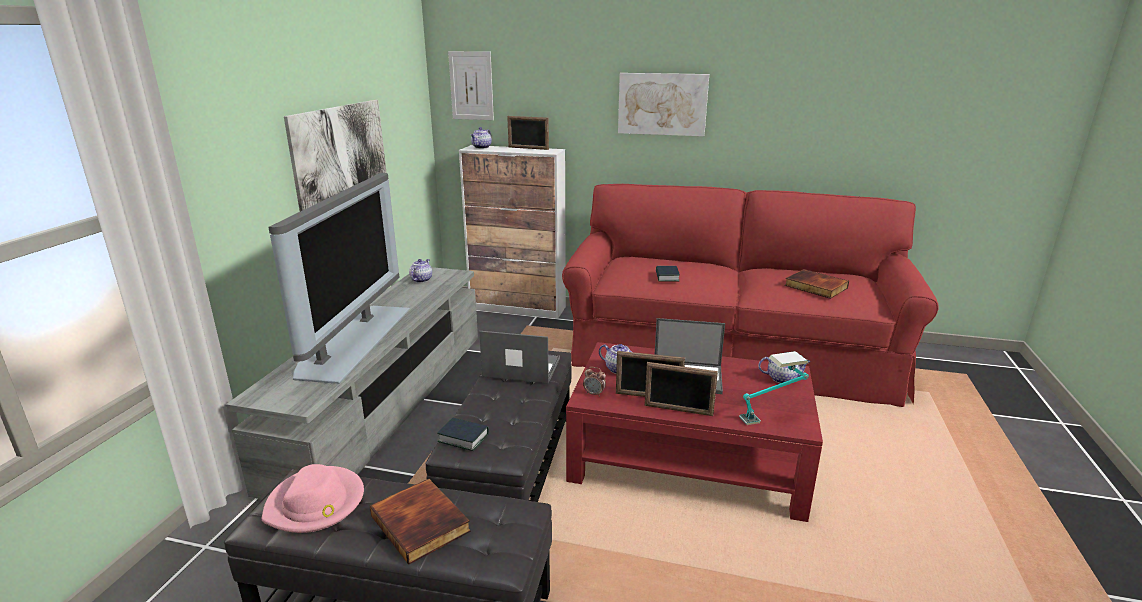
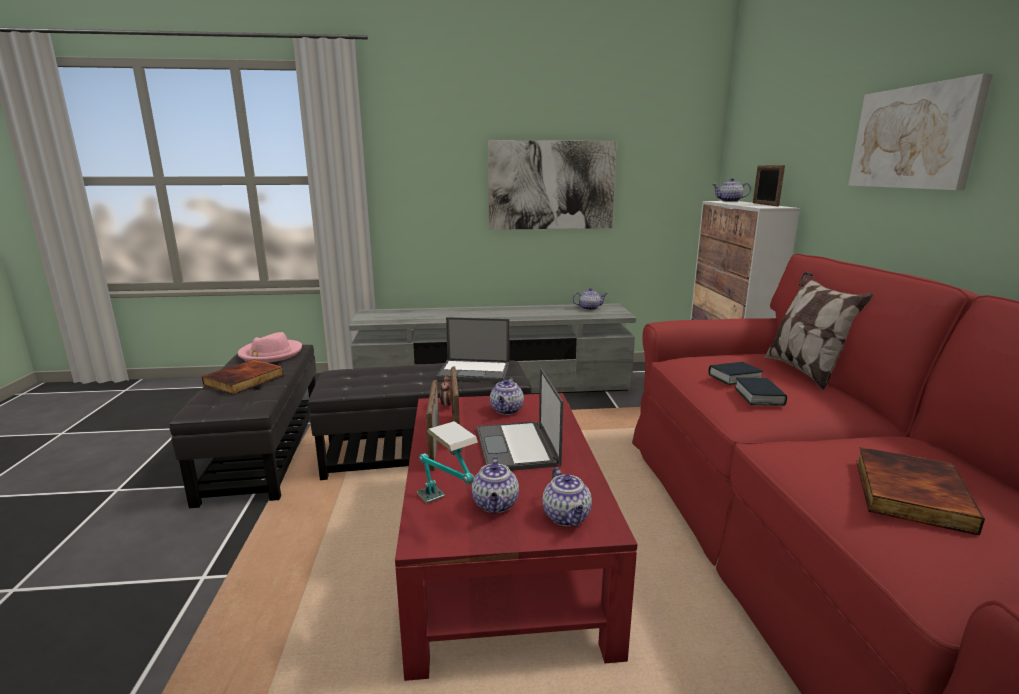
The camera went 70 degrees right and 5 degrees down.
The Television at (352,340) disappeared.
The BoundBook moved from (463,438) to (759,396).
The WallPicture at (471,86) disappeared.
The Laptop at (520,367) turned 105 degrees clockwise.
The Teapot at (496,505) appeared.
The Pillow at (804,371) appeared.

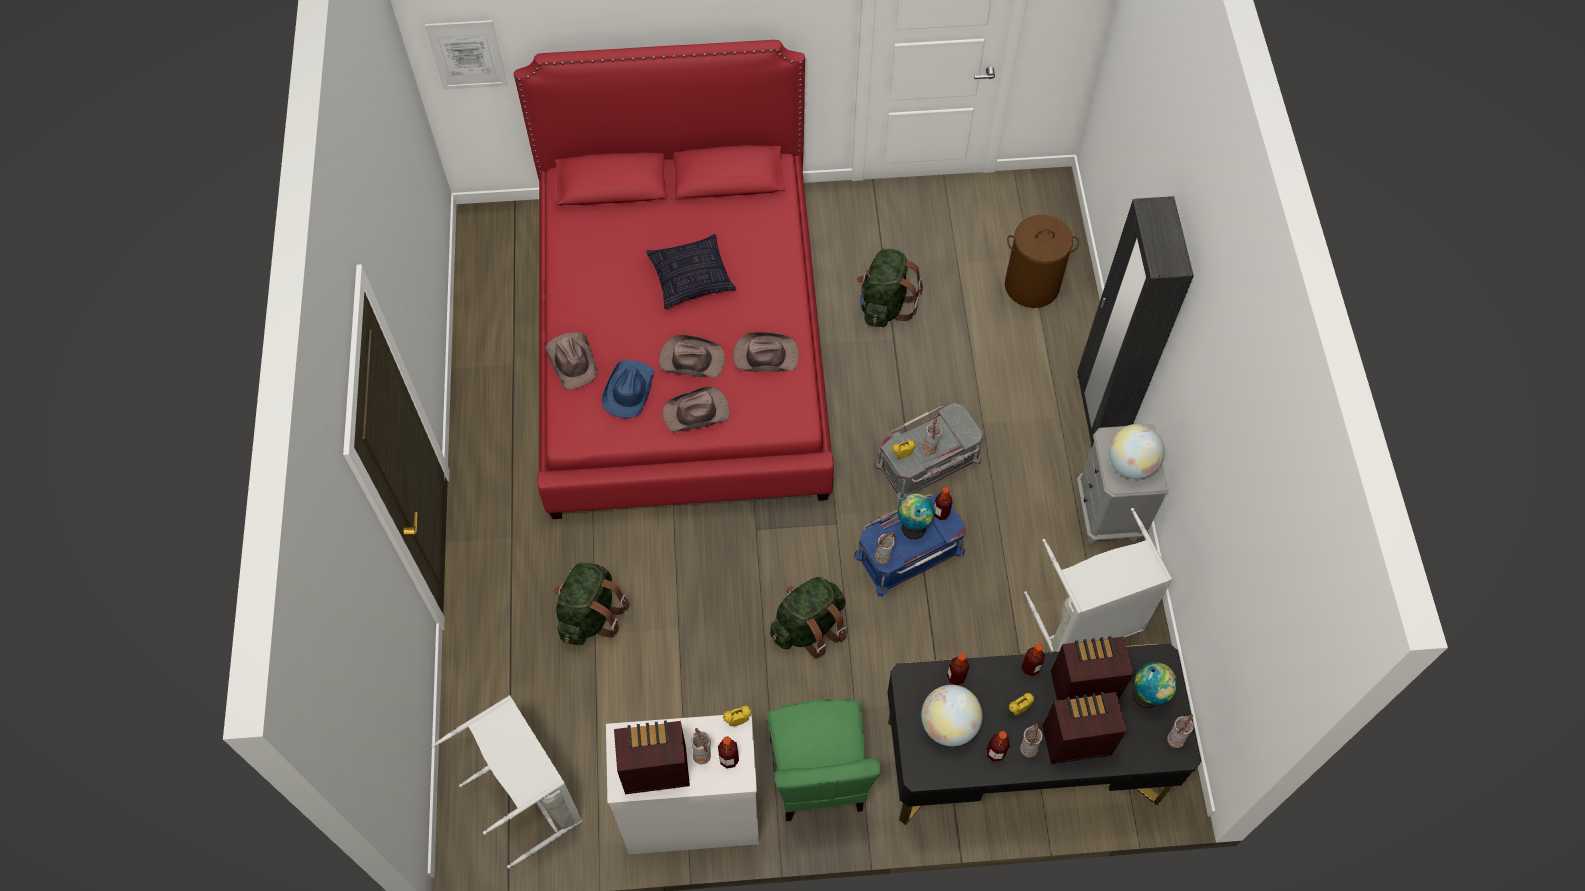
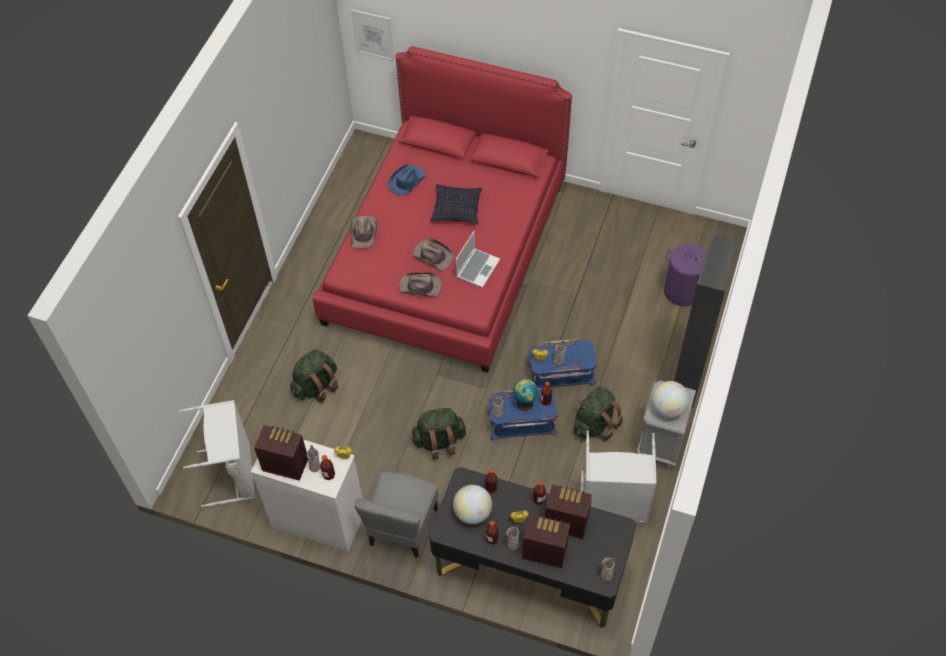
The camera went 25 degrees right and 5 degrees down.
The BluishClothingHat moved from (628,390) to (406,181).
The BrownColouredClothingHat at (765,355) was replaced by the Laptop at (477,268).
The GreenColouredPlainChair at (818,774) became the GreyishPlainChair at (402,527).
The GreenColouredKnapsack moved from (884,305) to (594,424).
The GreyishStorageBox at (928,463) became the BluishStorageBox at (561,374).
The BrownColouredWashingBasket at (1031,286) became the PurpleColouredWashingBasket at (682,291).
The Globe at (1148,696) disappeared.

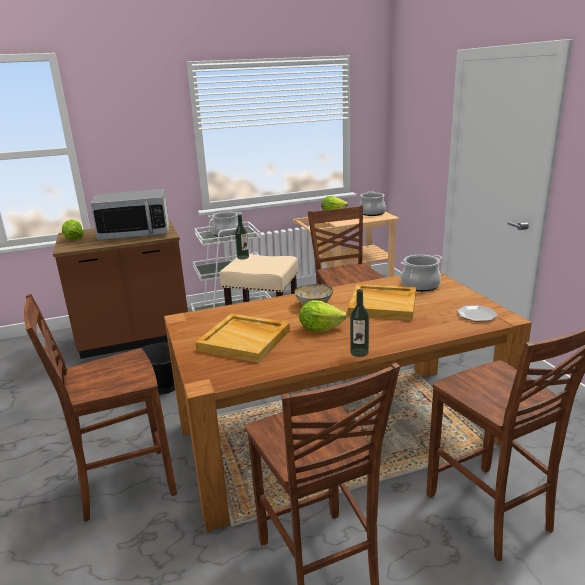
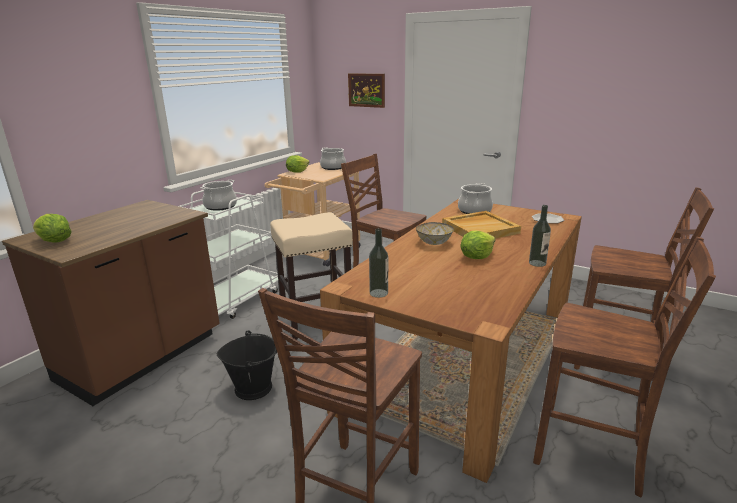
The camera went 40 degrees left and 0 degrees up.
The KitchenMicrowave at (135,233) disappeared.
The SandColouredCarryingTray at (245,340) disappeared.
The Bottle moved from (243,257) to (378,293).
The WallPicture at (366,90) appeared.

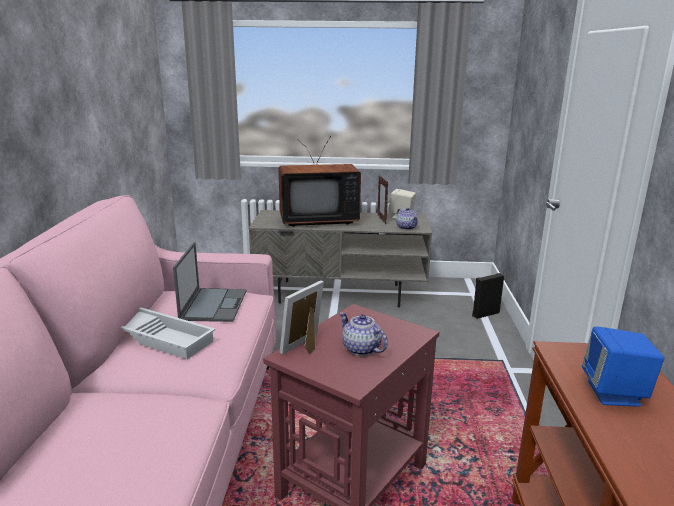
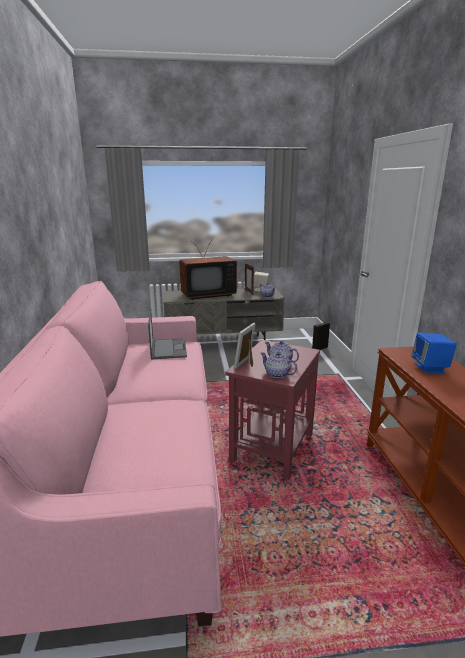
The camera went 10 degrees left and 0 degrees up.
The WhiteColouredCarryingTray at (164,338) disappeared.
The Teapot at (277,374) appeared.

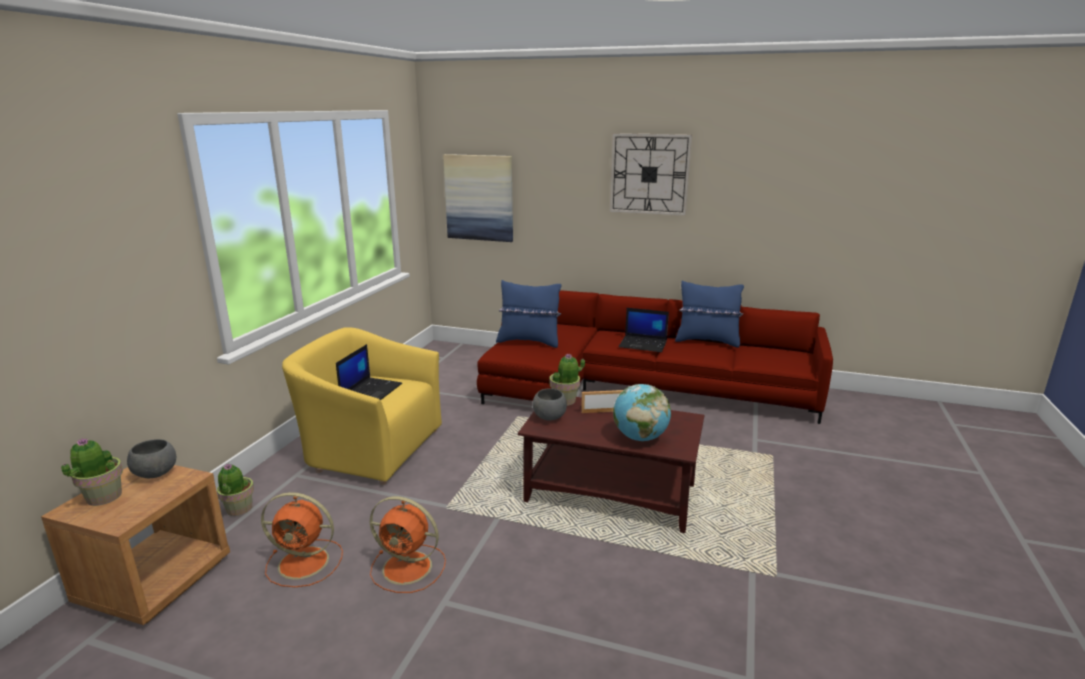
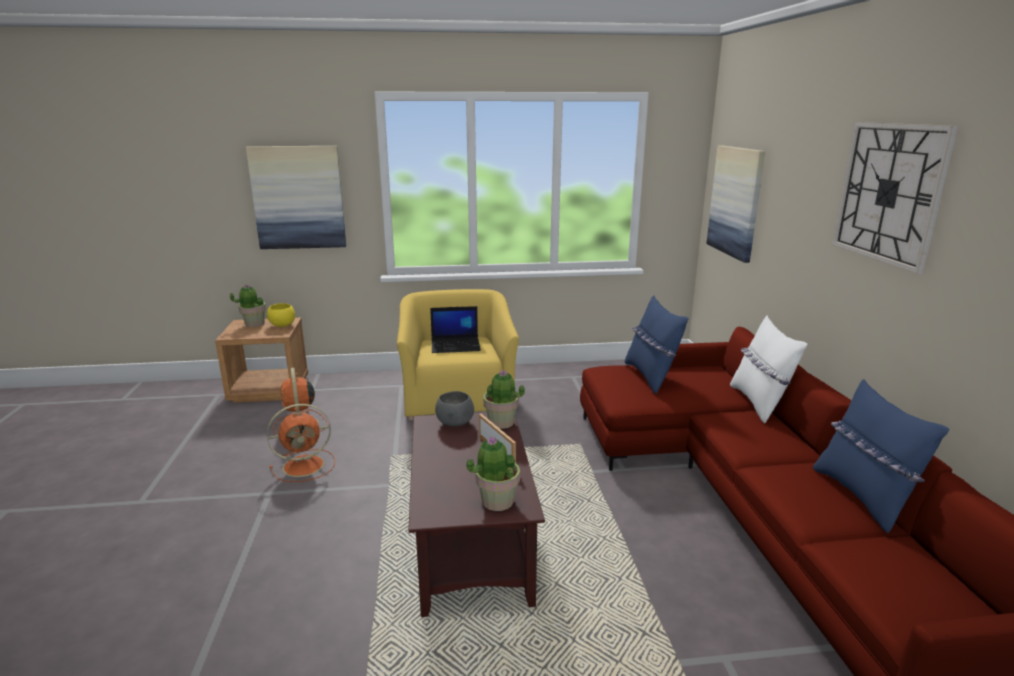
The camera went 65 degrees right and 0 degrees up.
The GreyishServingBowl at (155,474) became the YellowishServingBowl at (282,326).
The Houseplant moved from (239,509) to (496,501).
The OrangeElectricFan at (409,568) turned 105 degrees counterclockwise.
The Globe at (640,438) disappeared.
The Laptop at (643,344) disappeared.
The WallPicture at (298,197) appeared.
The WhiteColouredPillow at (759,403) appeared.

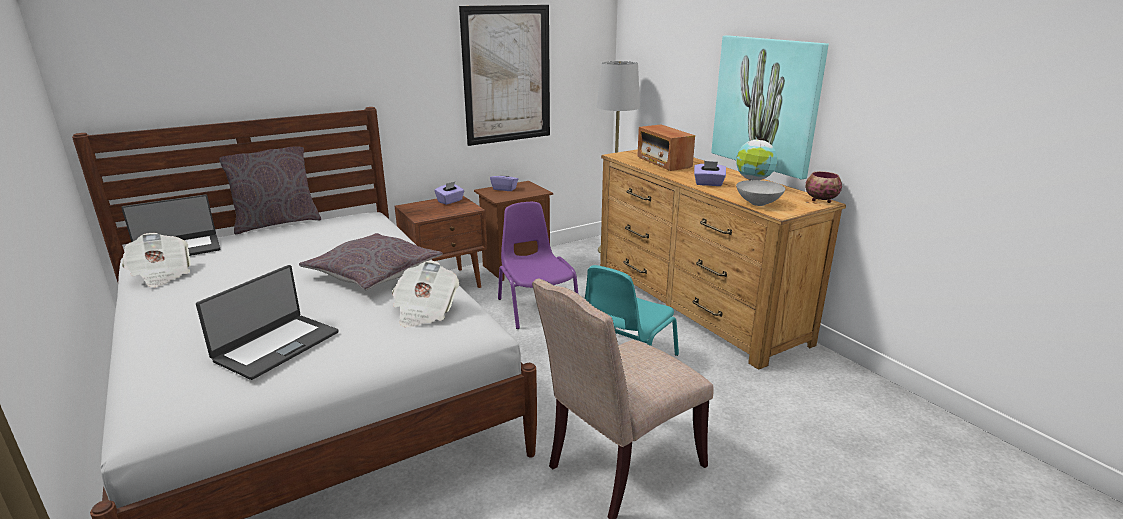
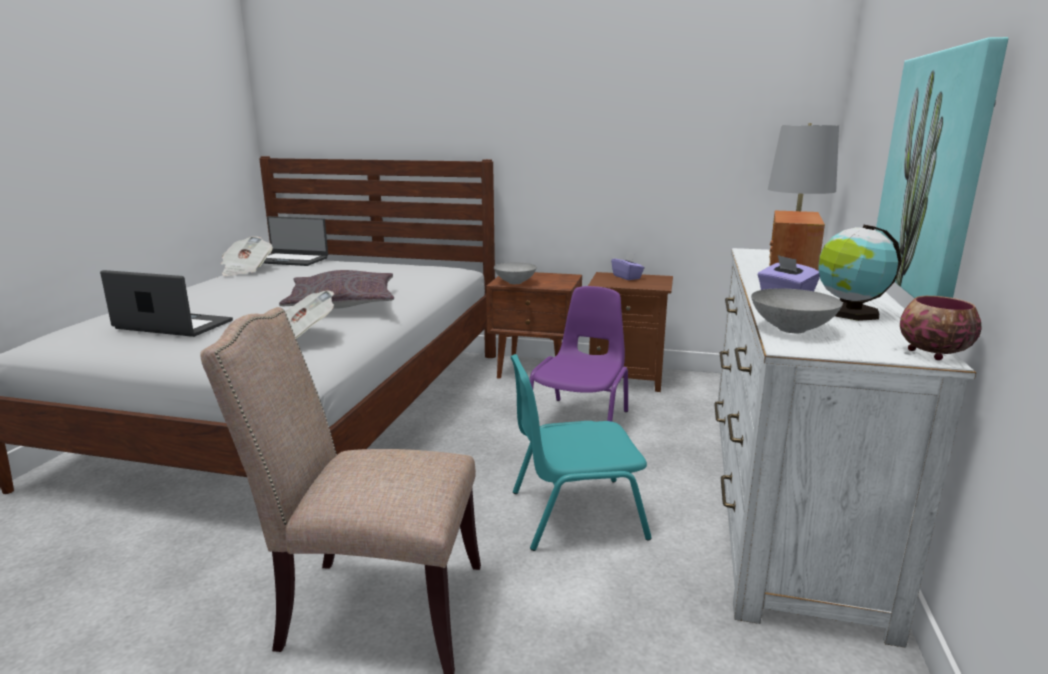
The camera went 45 degrees right and 5 degrees down.
The Laptop at (276,346) turned 150 degrees counterclockwise.
The GreyishPillow at (277,223) disappeared.
The PurpleColouredBoxOfTissues at (450,201) disappeared.
The WallPicture at (507,75) disappeared.
The BrownColouredDrawerChest at (695,304) became the WhiteColouredDrawerChest at (784,497).
The GreyishServingBowl at (514,282) appeared.

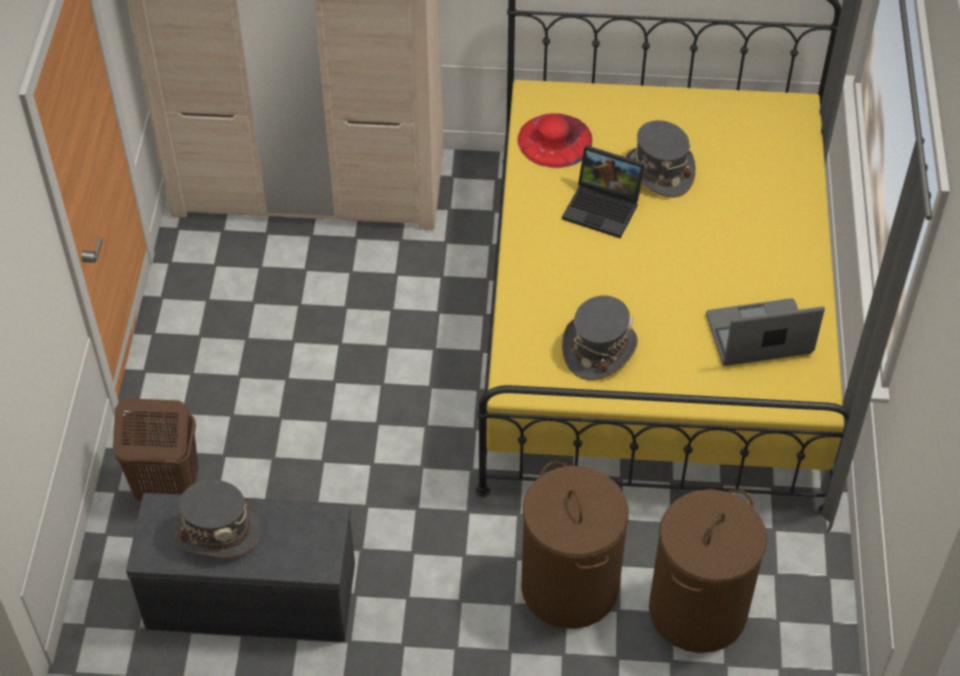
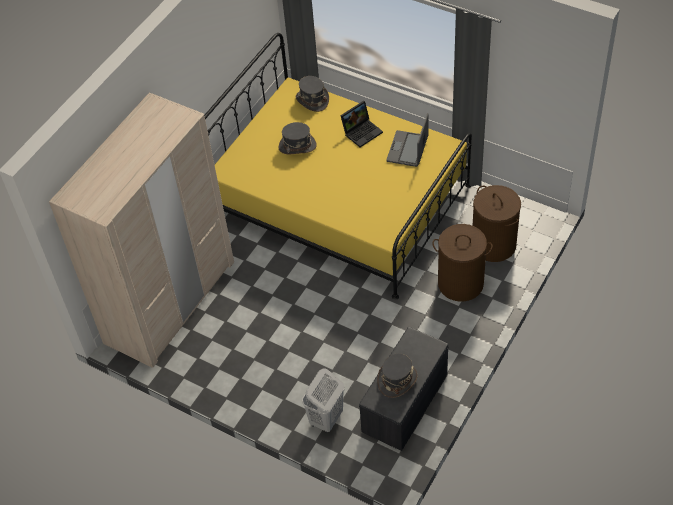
The camera went 60 degrees left and 0 degrees up.
The BrownColouredWashingBasket at (167,488) became the WhiteColouredWashingBasket at (326,419).
The ReddishClothingHat at (555,140) disappeared.
The Laptop moved from (604,208) to (362,131).
The GreyishClothingHat moved from (599,349) to (312,100).

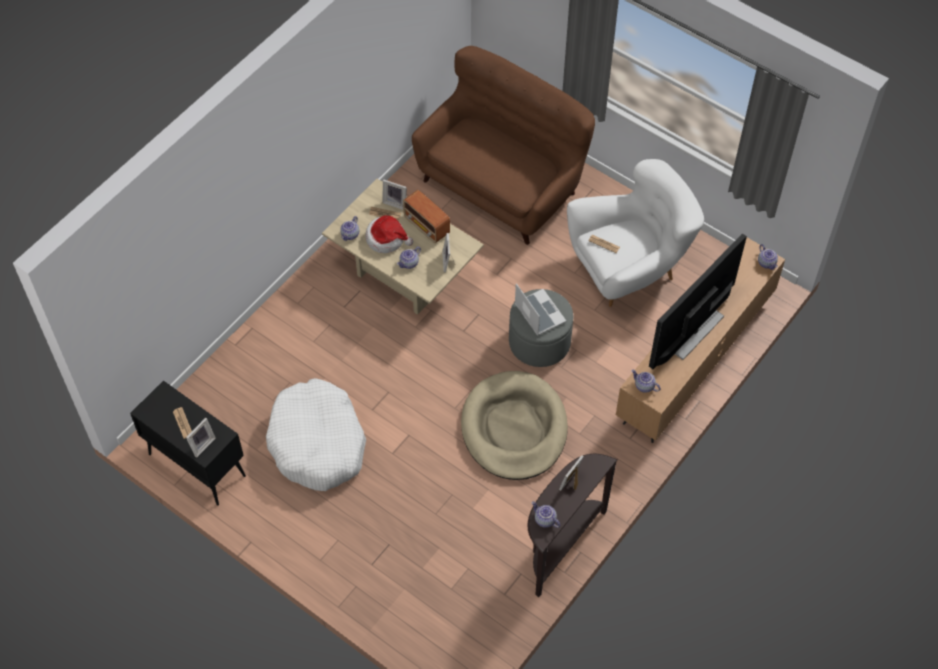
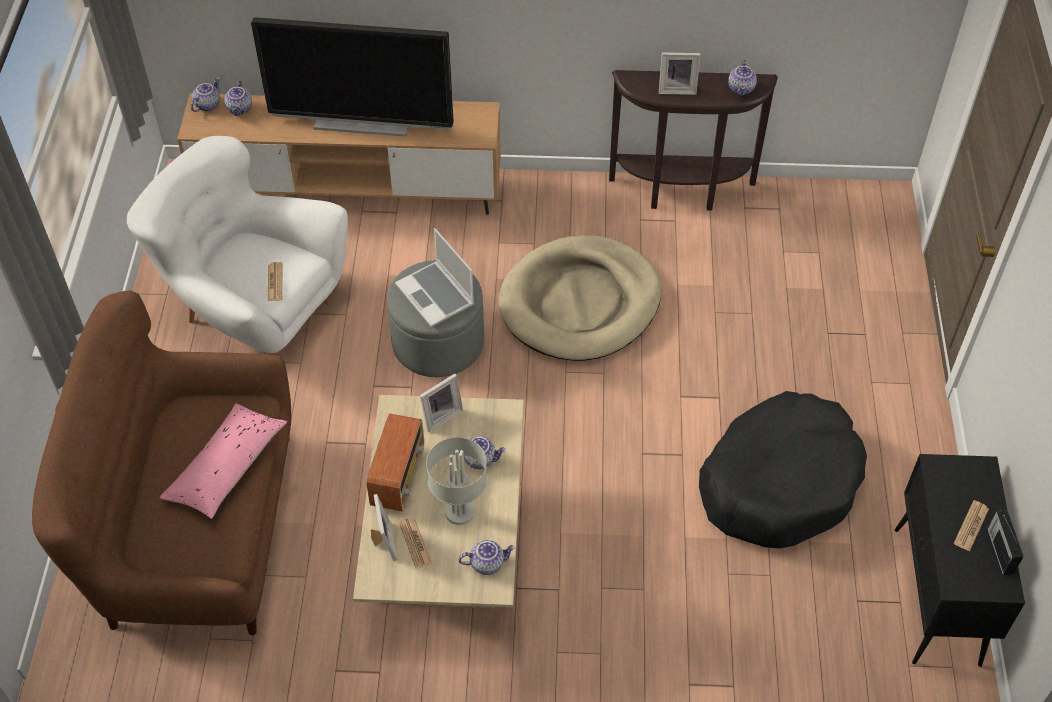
The camera went 125 degrees left and 5 degrees down.
The PhotoFrame at (201,444) disappeared.
The WhiteColouredPetBed at (317,443) became the BlackishPetBed at (779,482).
The ClothingHat at (386,239) was replaced by the GreyishTabletopLamp at (458,512).
The Laptop at (538,313) turned 60 degrees counterclockwise.
The Teapot moved from (644,386) to (240,109).
The PinkishPillow at (227,467) appeared.
The RadioReceiver at (1000,550) appeared.

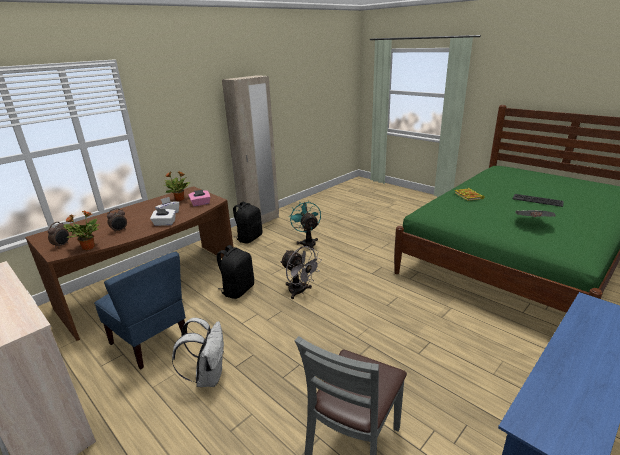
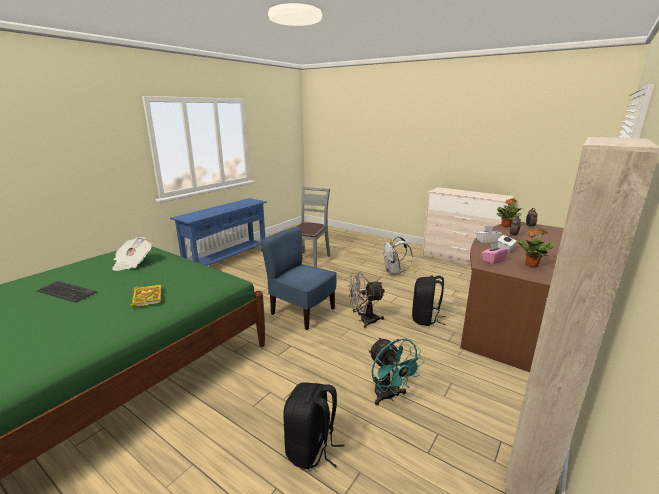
The camera went 170 degrees right and 5 degrees down.
The BluishPlainChair moved from (151,341) to (302,312).
The BlackishKnapsack moved from (249,238) to (311,449).
The GreyishElectricFan at (300,292) turned 45 degrees counterclockwise.

